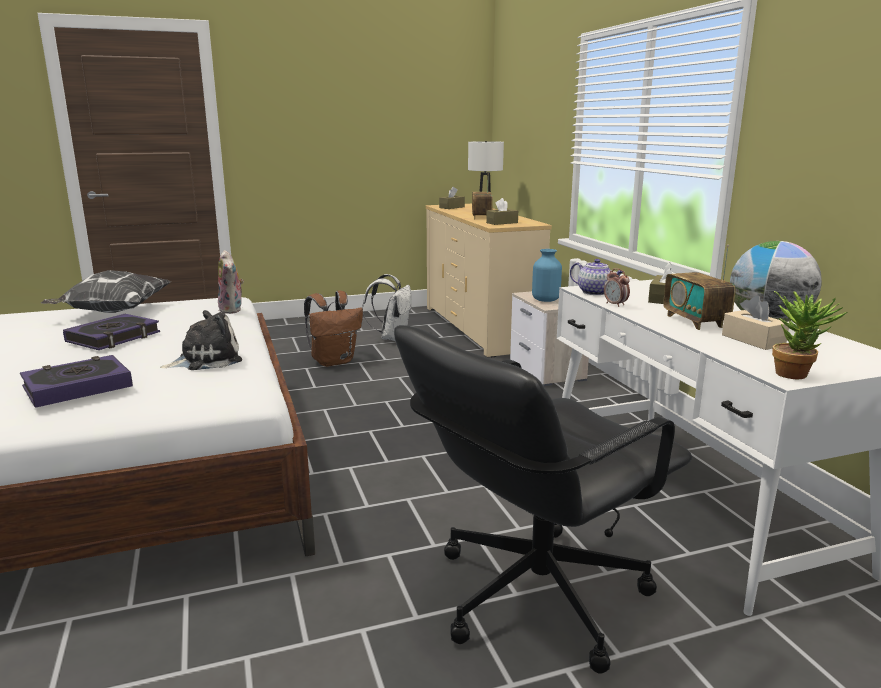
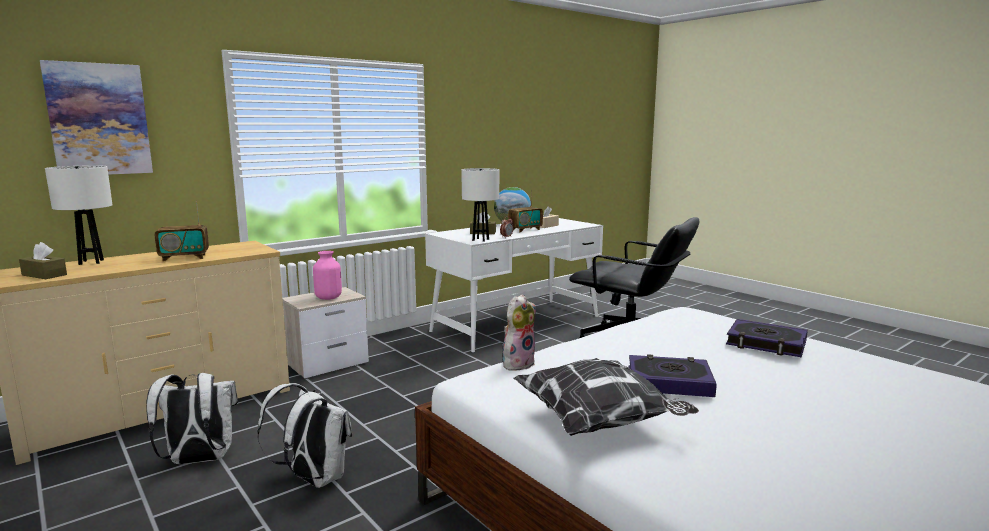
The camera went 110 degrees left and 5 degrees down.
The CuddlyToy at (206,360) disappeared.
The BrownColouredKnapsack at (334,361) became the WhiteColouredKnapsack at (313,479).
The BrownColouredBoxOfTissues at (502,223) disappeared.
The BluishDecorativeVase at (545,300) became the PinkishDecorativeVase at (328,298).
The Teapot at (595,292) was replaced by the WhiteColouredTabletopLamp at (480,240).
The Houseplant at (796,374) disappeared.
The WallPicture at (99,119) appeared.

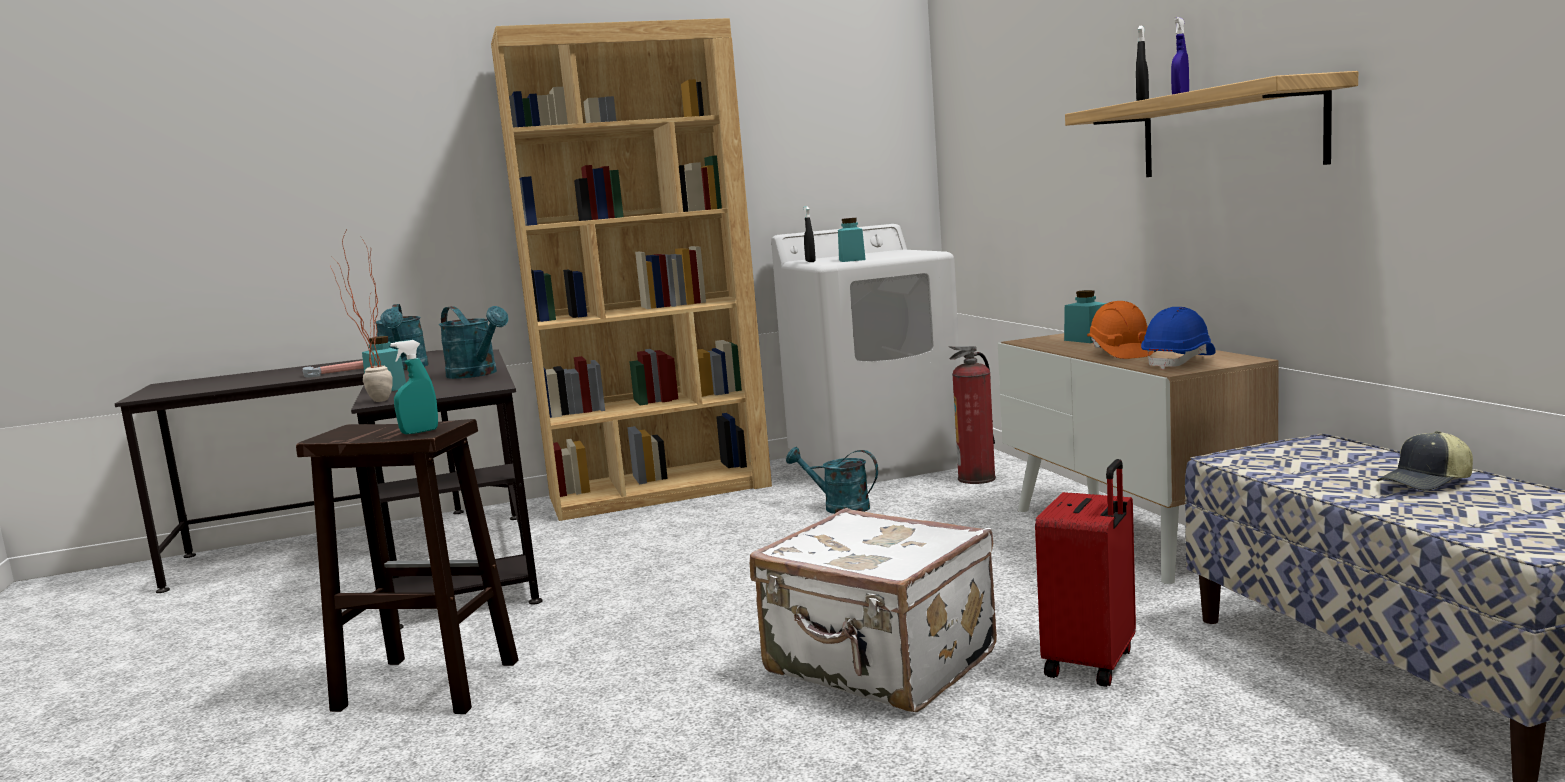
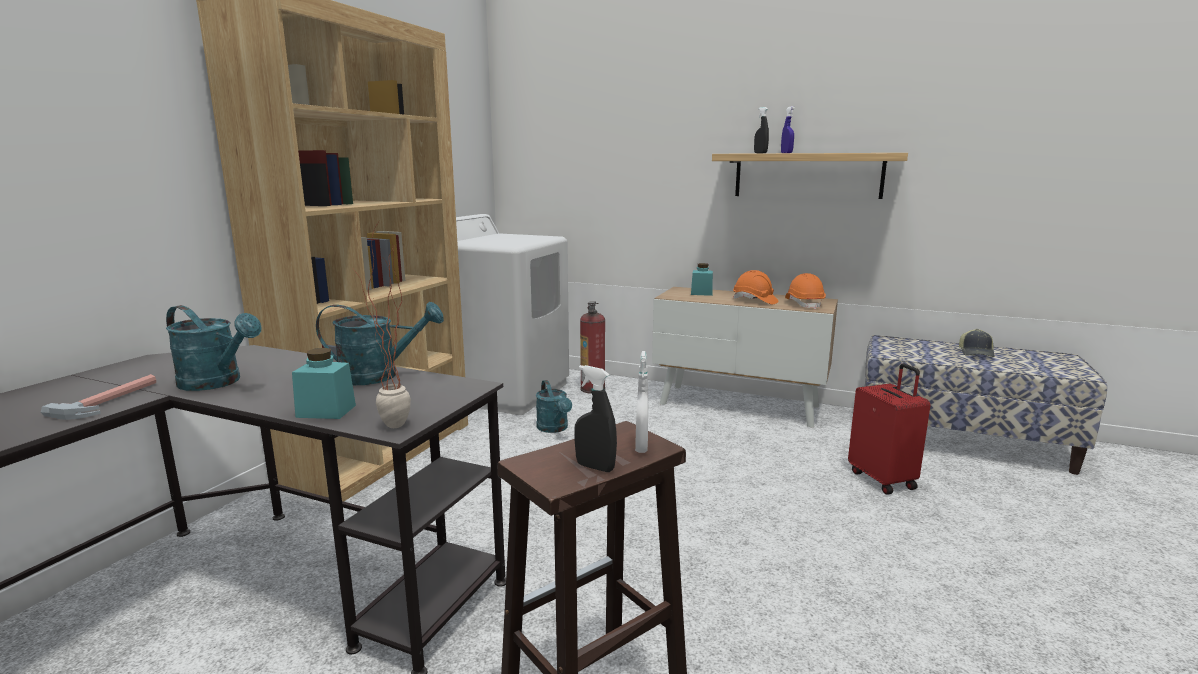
The camera went 50 degrees left and 5 degrees up.
The TurquoiseColouredSprayer at (419,432) became the WhiteColouredSprayer at (641,446).
The WhiteColouredPieceOfLuggage at (879,665) disappeared.
The TurquoiseColouredSprinklingCan at (838,507) turned 90 degrees counterclockwise.
The BlackishSprayer moved from (810,261) to (595,467).
The TurquoiseColouredJar at (852,260) disappeared.
The BluishHardHat at (1179,362) became the OrangeHardHat at (804,304).

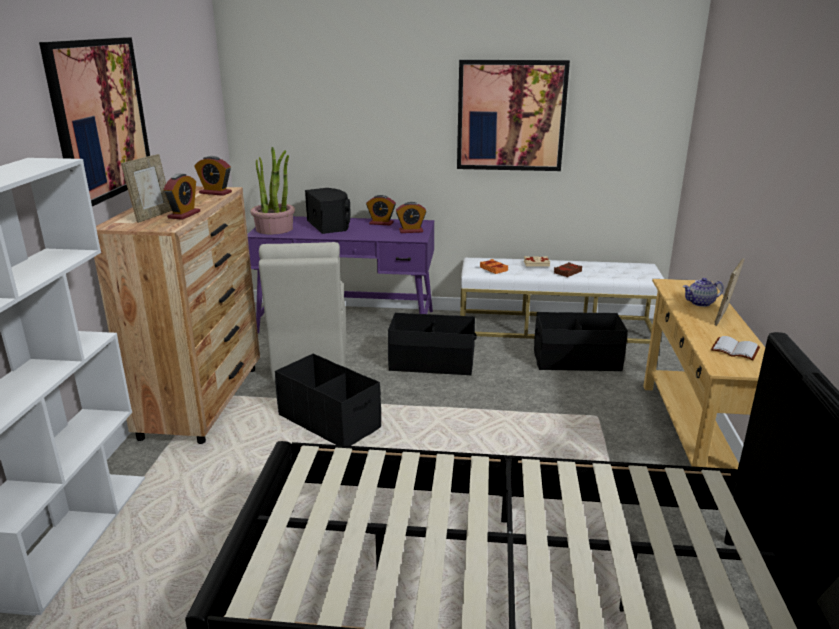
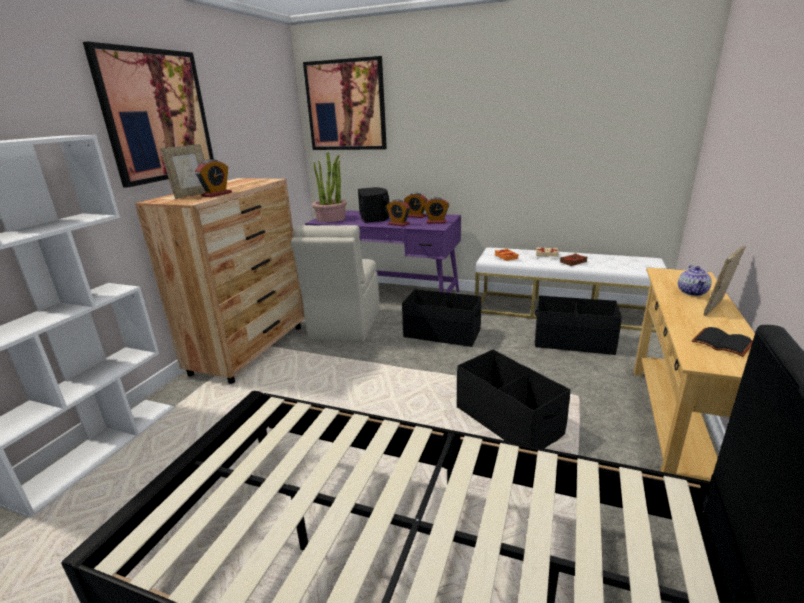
The camera went 15 degrees right and 0 degrees up.
The BedsideClock moved from (215,193) to (398,224).
The BlackishStorageBox moved from (329,421) to (508,420).
The WallPicture moved from (511,116) to (346,105).
The Teapot at (700,303) turned 75 degrees counterclockwise.
The WhiteColouredBoundBook at (736,349) became the BlackishBoundBook at (723,343).

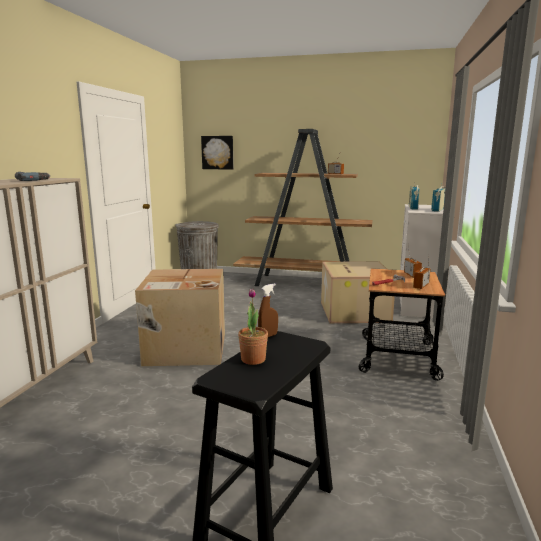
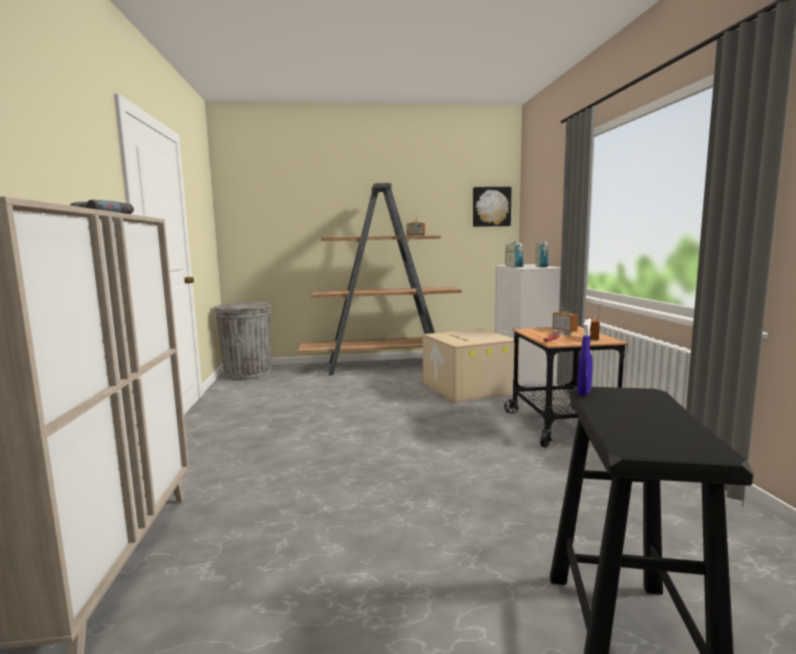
The camera went 20 degrees left and 5 degrees down.
The CardboardBox at (185,349) disappeared.
The WallPicture moved from (218,152) to (491,206).
The Houseplant at (253,359) disappeared.
The BrownColouredSprayer at (268,336) became the BluishSprayer at (584,392).

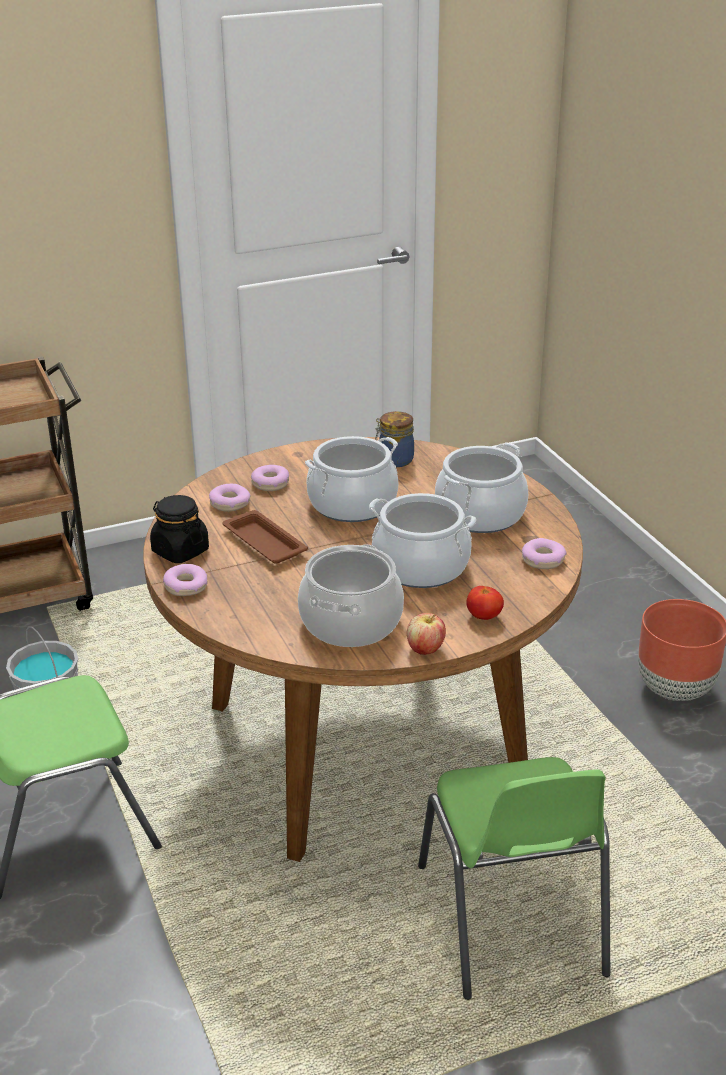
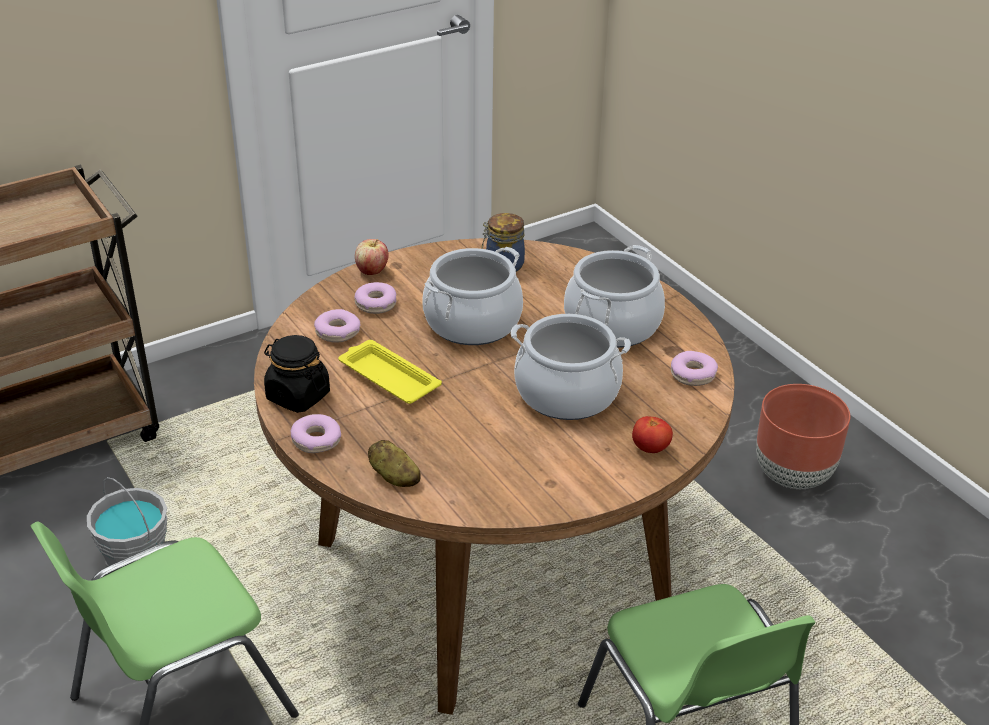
The camera went 10 degrees left and 5 degrees up.
The BrownColouredCarryingTray at (263,542) became the YellowishCarryingTray at (387,377).
The Stockpot at (350,622) disappeared.
The AppleFruit moved from (425,649) to (372,271).
The WholePotato at (394,477) appeared.

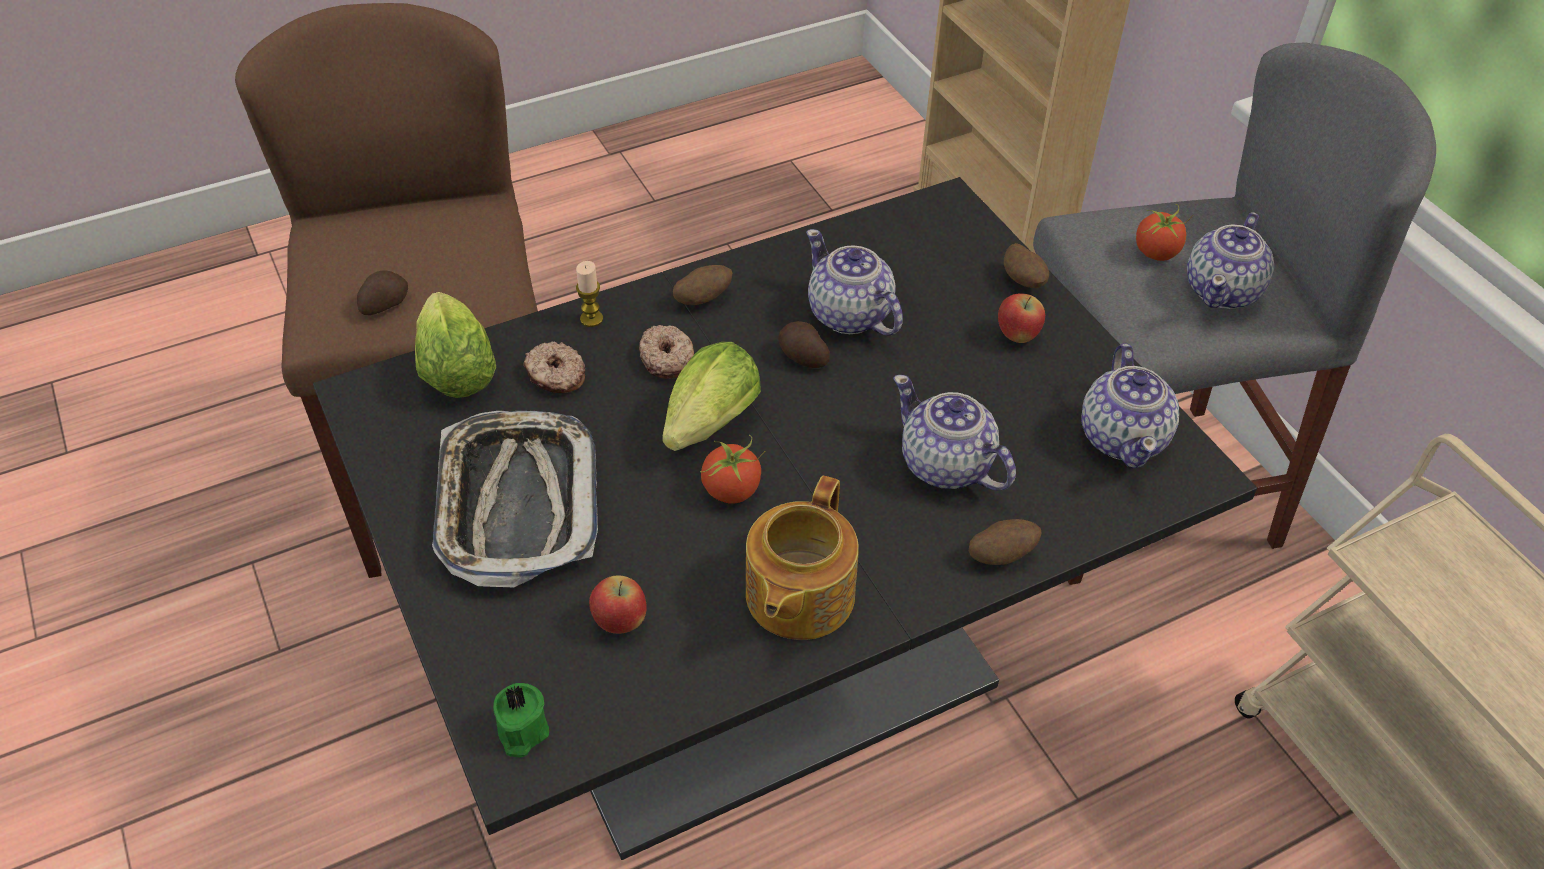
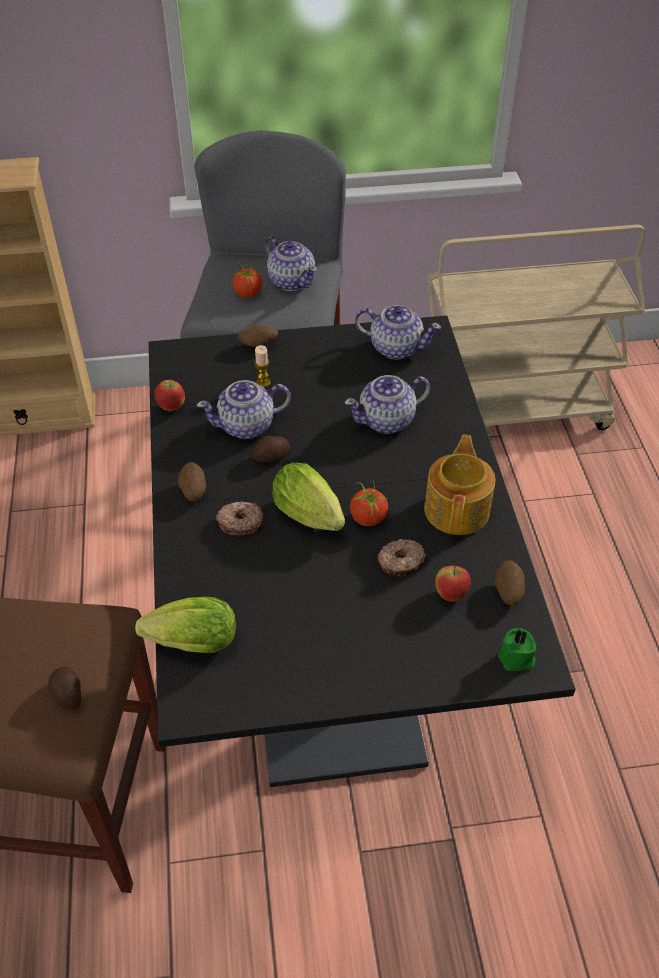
The camera went 70 degrees left and 0 degrees up.
The CarryingTray at (516,503) disappeared.
The RingDoughnut moved from (556,376) to (401,562).
The Candle moved from (591,319) to (263,382).
The Teapot at (797,596) turned 120 degrees counterclockwise.
The WholePotato moved from (1001,555) to (507,592).
The AppleFruit moved from (1017,336) to (171,407).

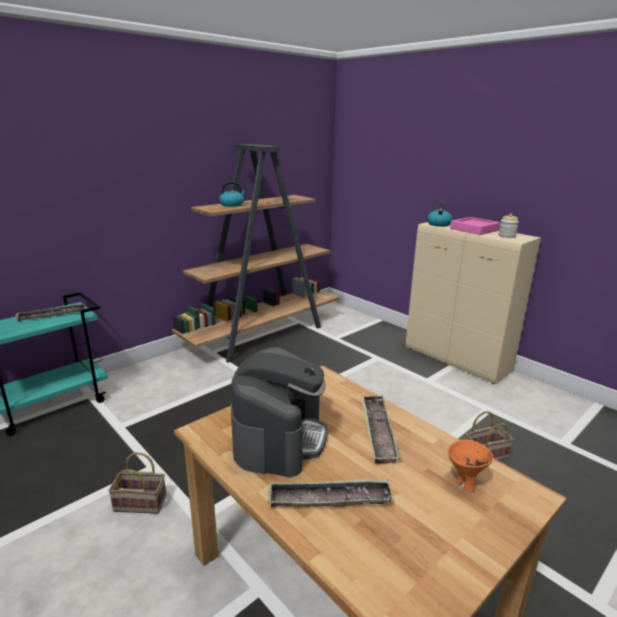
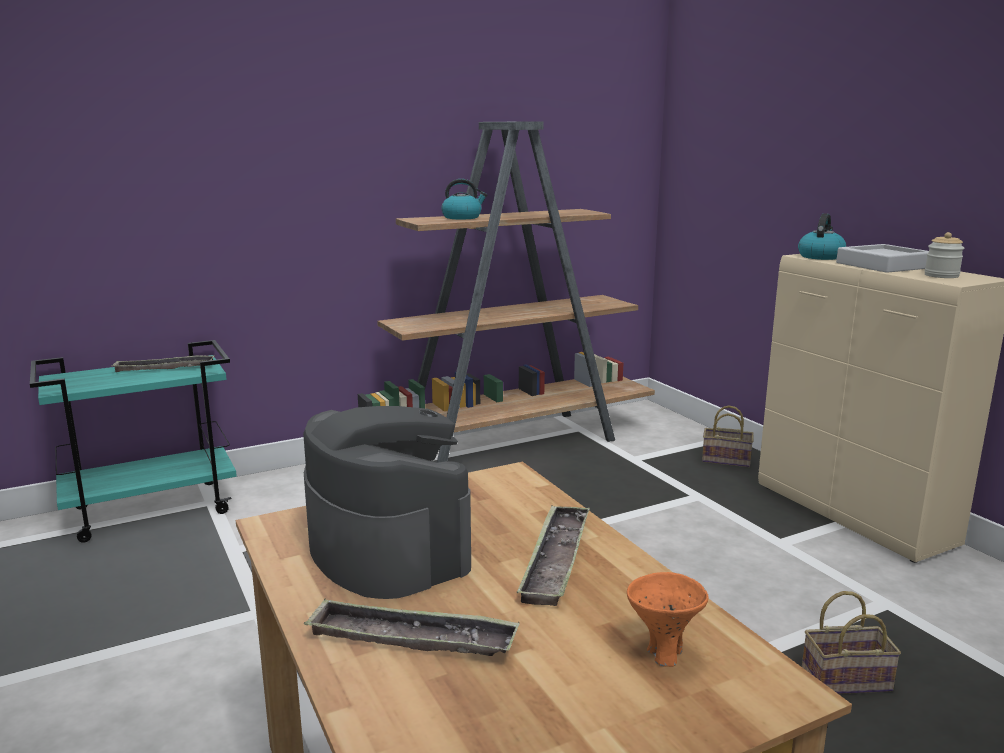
The camera went 15 degrees right and 5 degrees down.
The StorageBasket moved from (142,502) to (727,460).
The CoffeeBrewer at (279,437) turned 60 degrees counterclockwise.
The PinkishCarryingTray at (474,229) became the GreyishCarryingTray at (883,265).

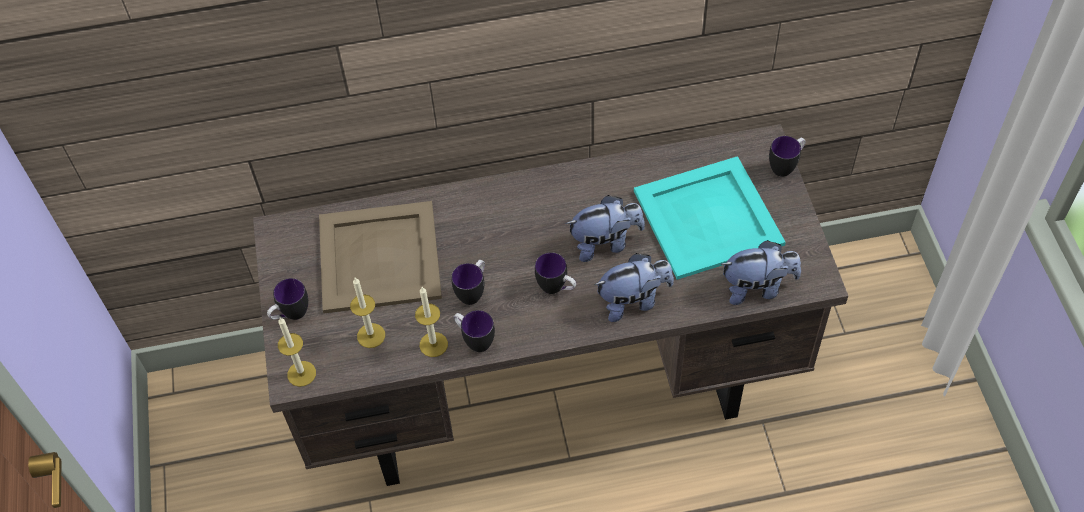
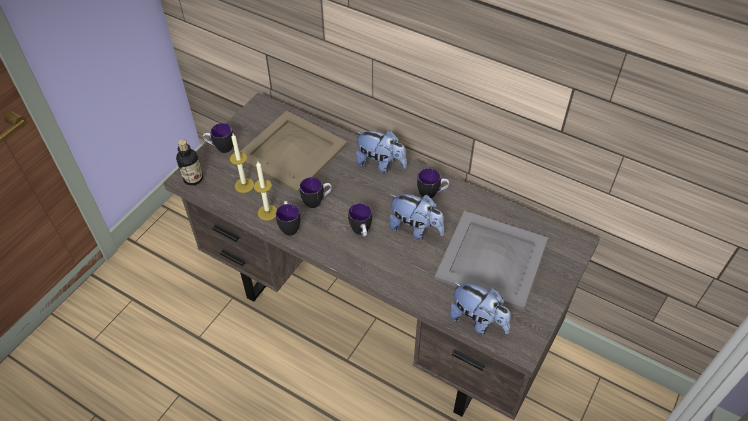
The camera went 40 degrees right and 5 degrees down.
The Candle at (301,373) was replaced by the Bottle at (193,178).
The CuddlyToy moved from (633,301) to (380,164).
The TurquoiseColouredCarryingTray at (709,218) became the GreyishCarryingTray at (492,260).
The CoffeeMug moved from (786,166) to (432,194).

